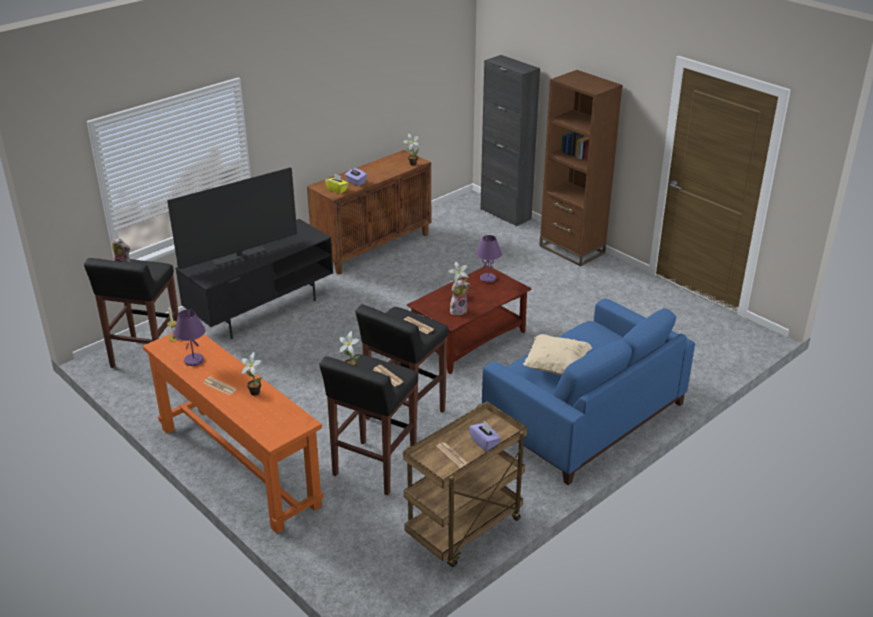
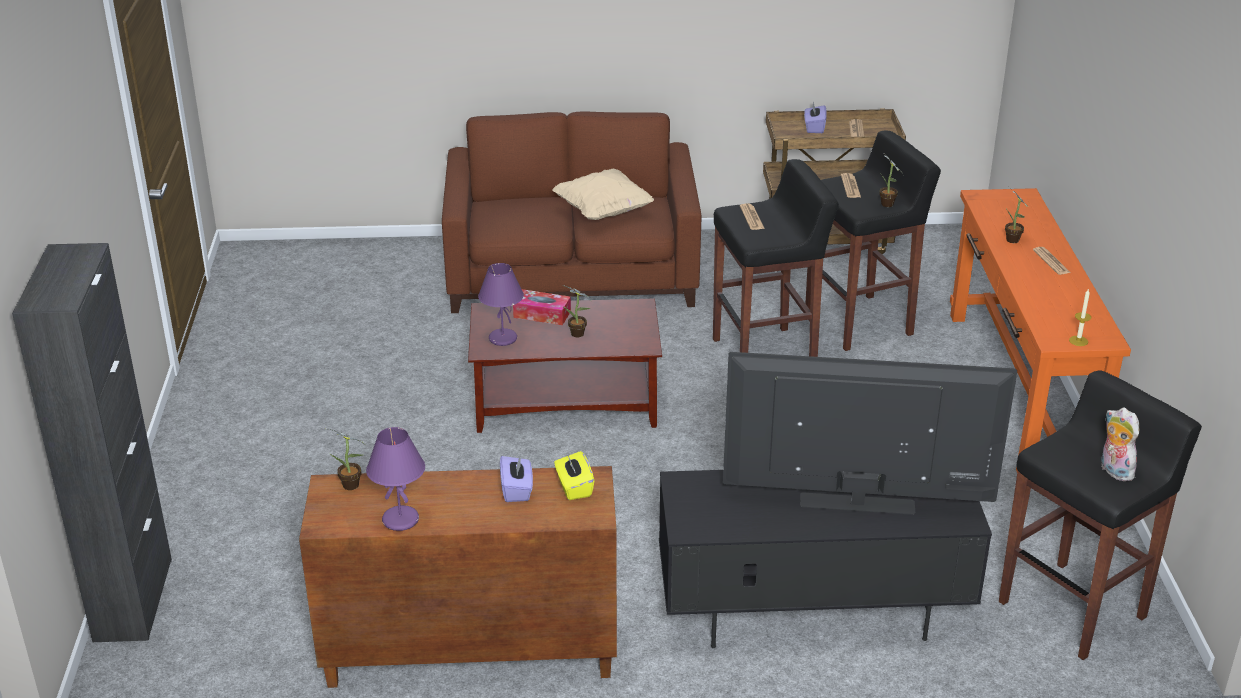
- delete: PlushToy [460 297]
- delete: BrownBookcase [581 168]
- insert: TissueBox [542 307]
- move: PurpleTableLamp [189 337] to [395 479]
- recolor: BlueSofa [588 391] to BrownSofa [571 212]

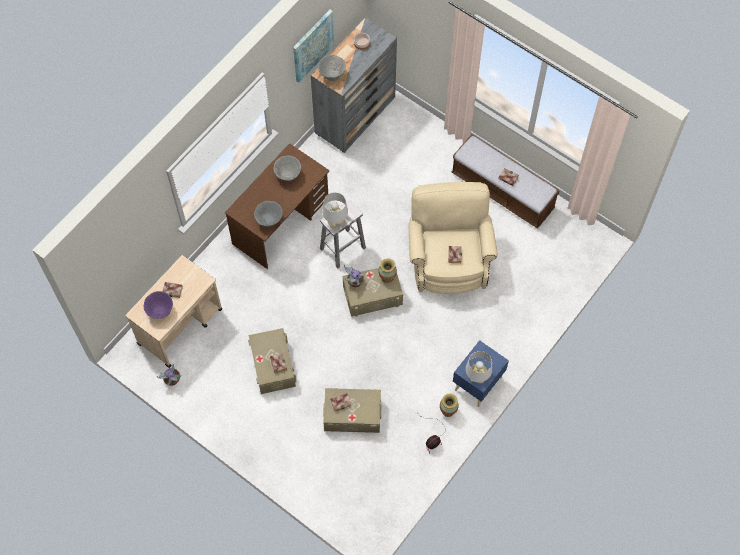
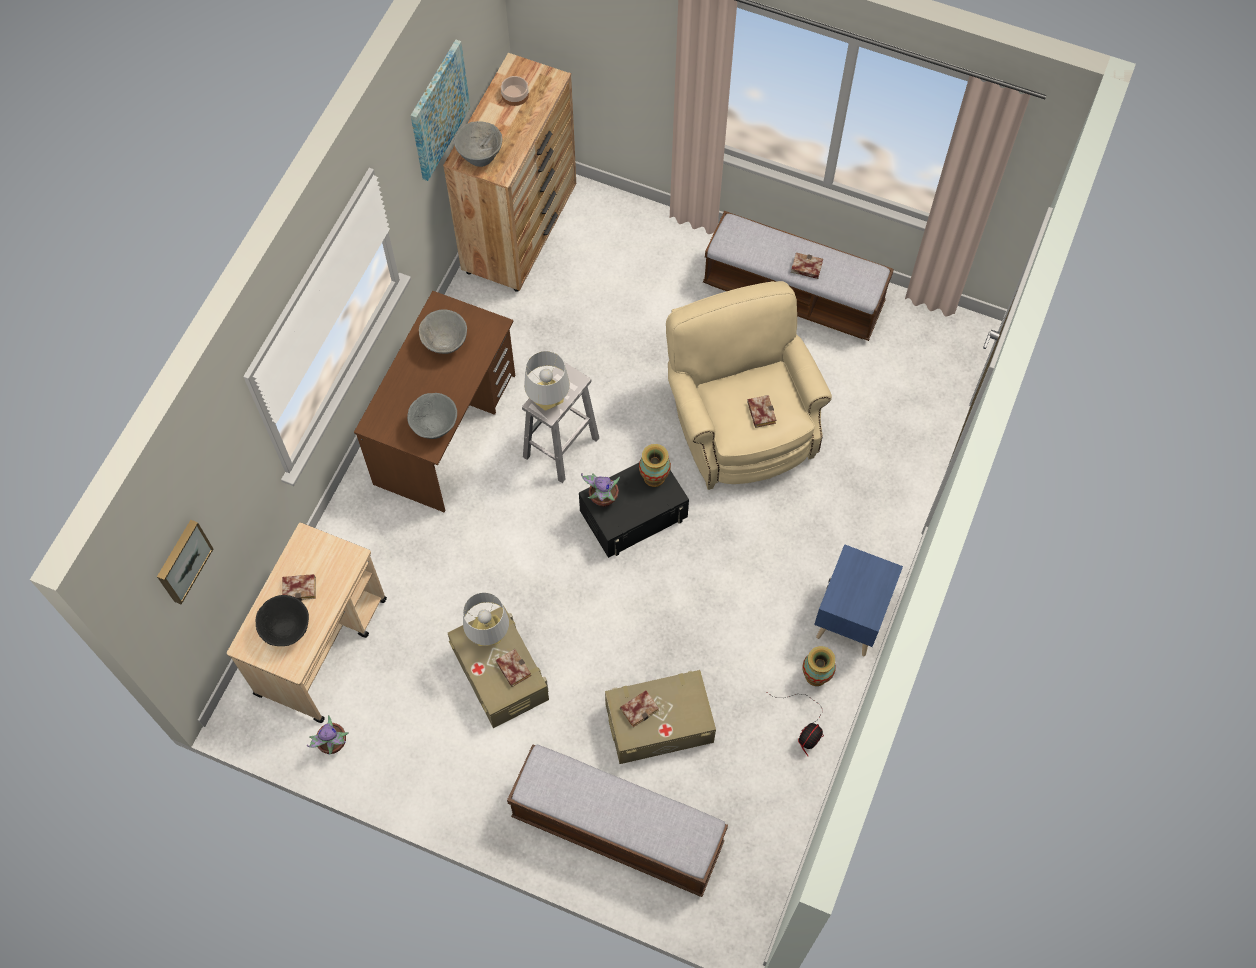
- insert: Picture [185 562]
- insert: Bench [617 821]
- move: GreyTableLamp [478 367] to [486 619]
- recolor: PurpleBowl [158 305] to BlackBowl [282 620]
- recolor: GreyDresser [354 85] to BrownDresser [509 172]
- recolor: BeigeStorageBox [373 292] to BlackStorageBox [634 510]

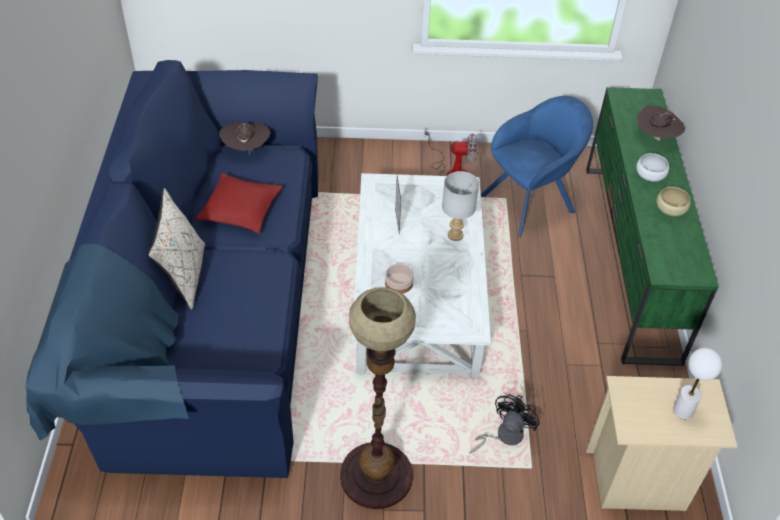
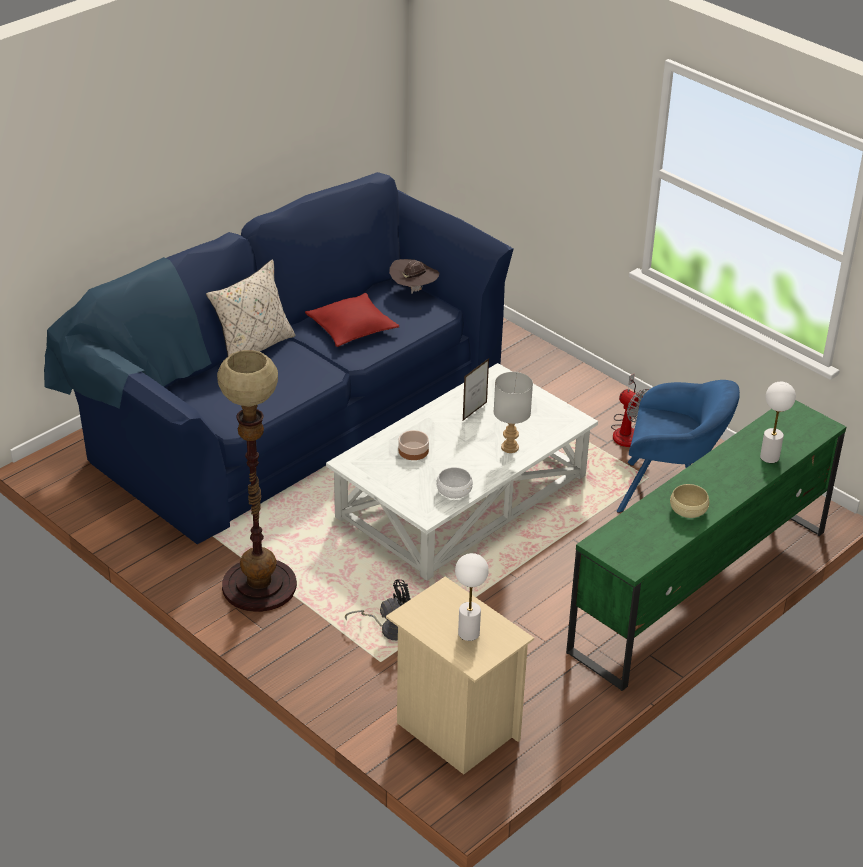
- move: WhiteBowl [652 167] to [454 483]
- replace: BrownHat [661 123] to WhiteTableLamp [778 422]

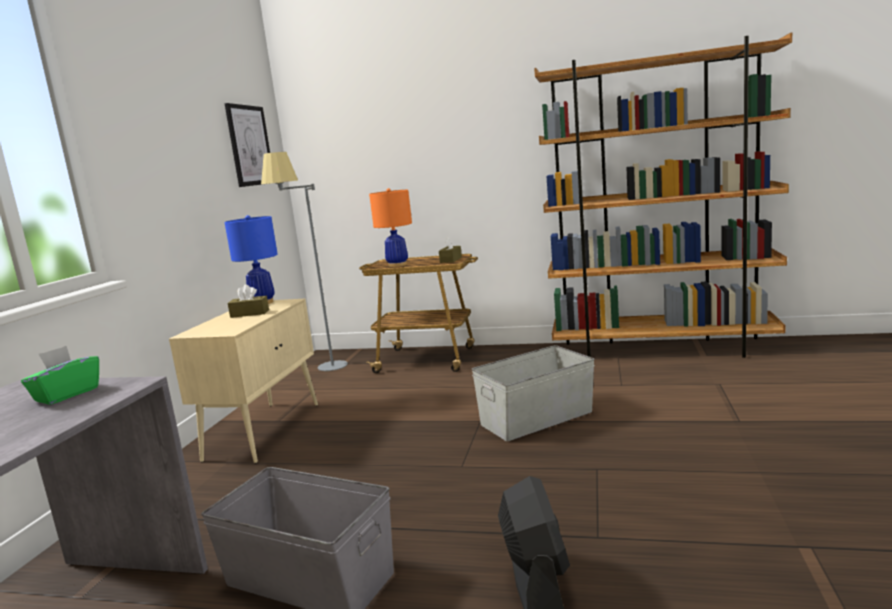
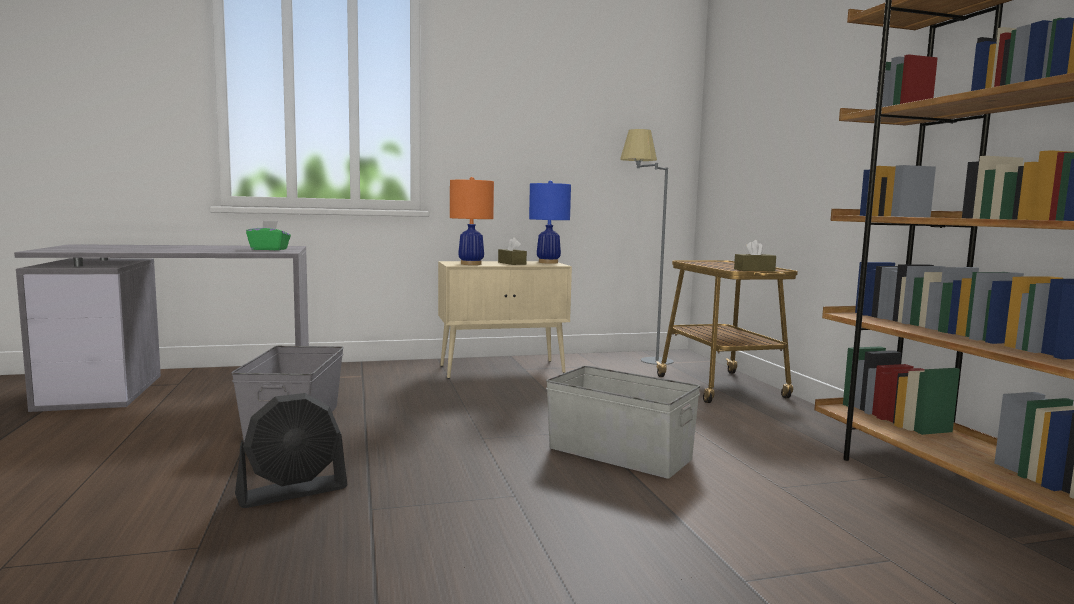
- delete: Picture [248 145]
- move: OrangeTableLamp [390 227] to [472 221]

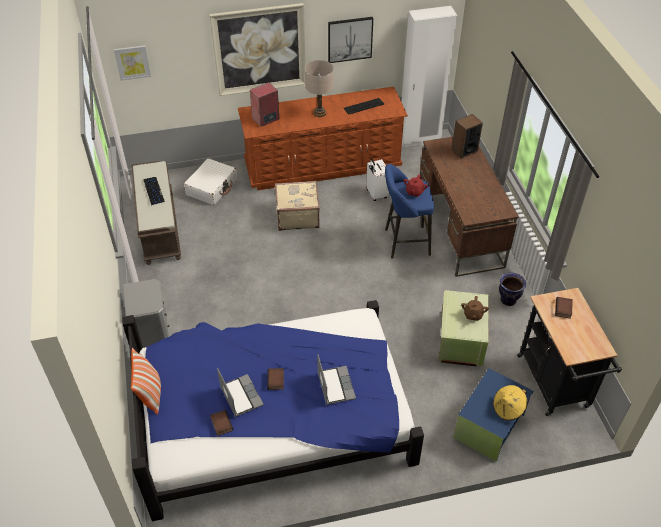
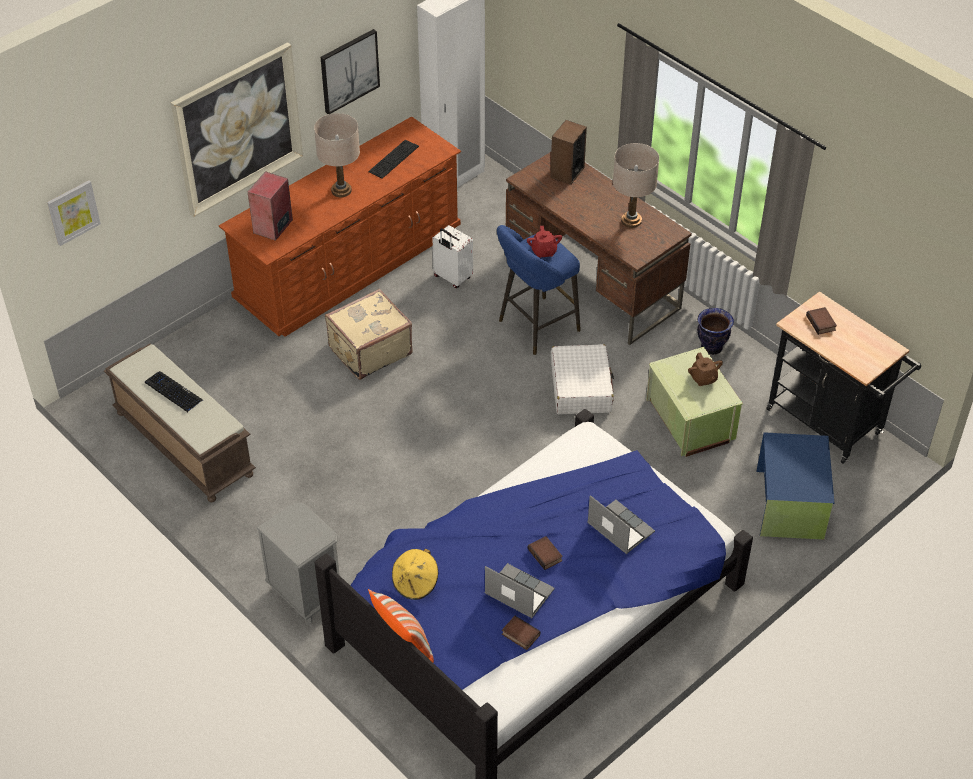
- insert: BeigeTableLamp [636 185]
- move: WhiteSuitcase [210 181] to [582 379]
- move: YellowHat [510 403] to [415 574]

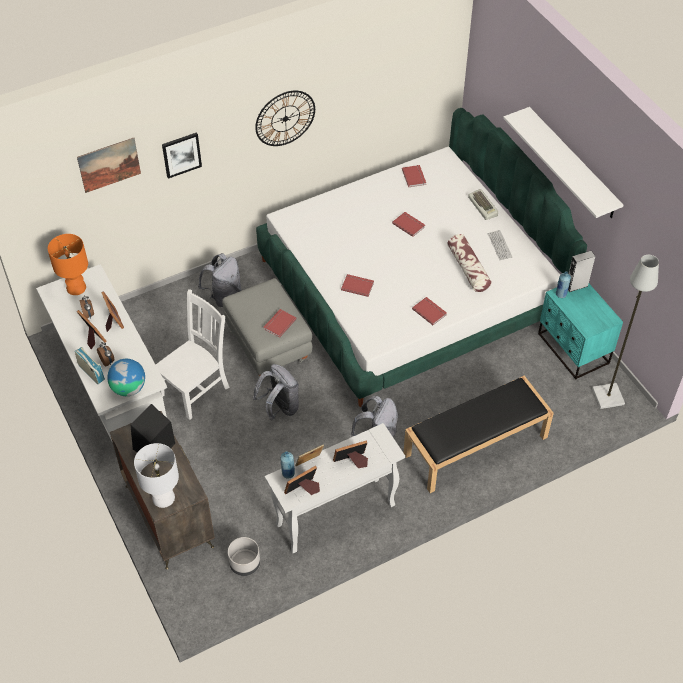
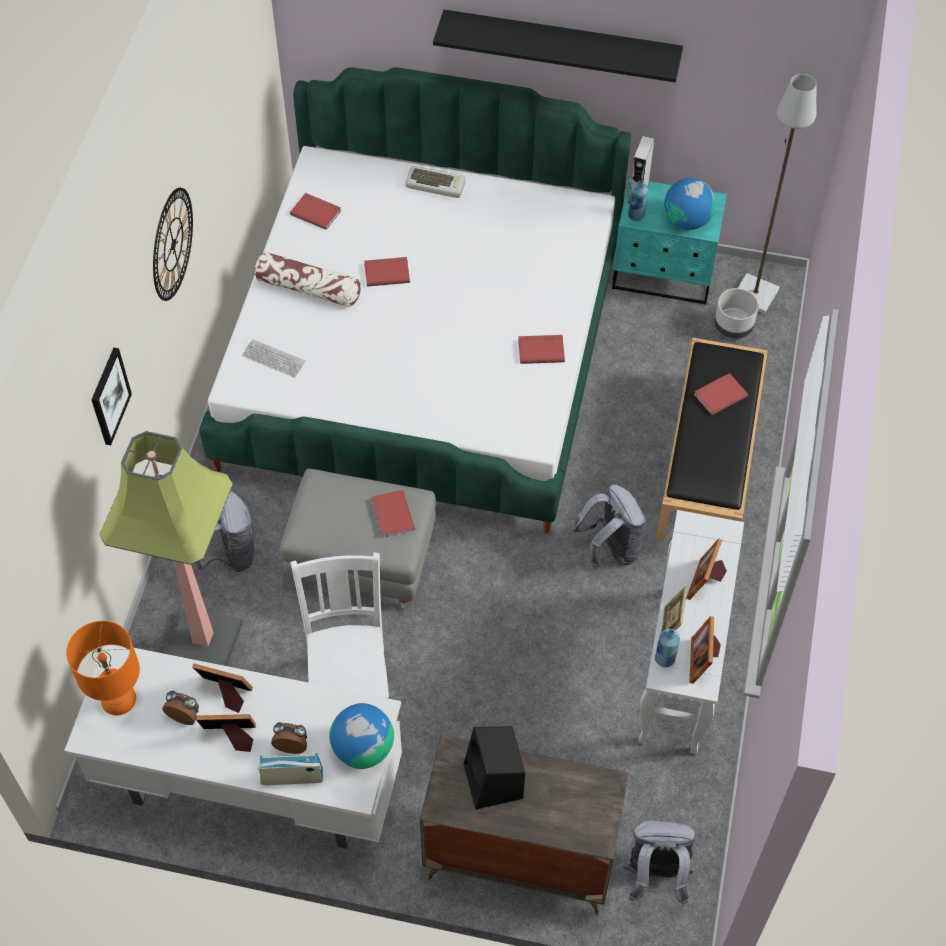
- delete: Picture [109 165]
- delete: WhiteTableLamp [156 475]
- insert: FloorLamp [171 548]
- insert: Globe [690 204]
- move: GreyPlanter [244 556] to [736 313]
- move: GreyBackpack [276 392] to [659 862]
- move: RedBook [357 285] to [721 394]
- move: Pillow [469 263] to [307 279]
- move: Keyboard [499 245] to [273 358]
- recolor: WhiteShelf [563 162] to BlackShelf [558 46]

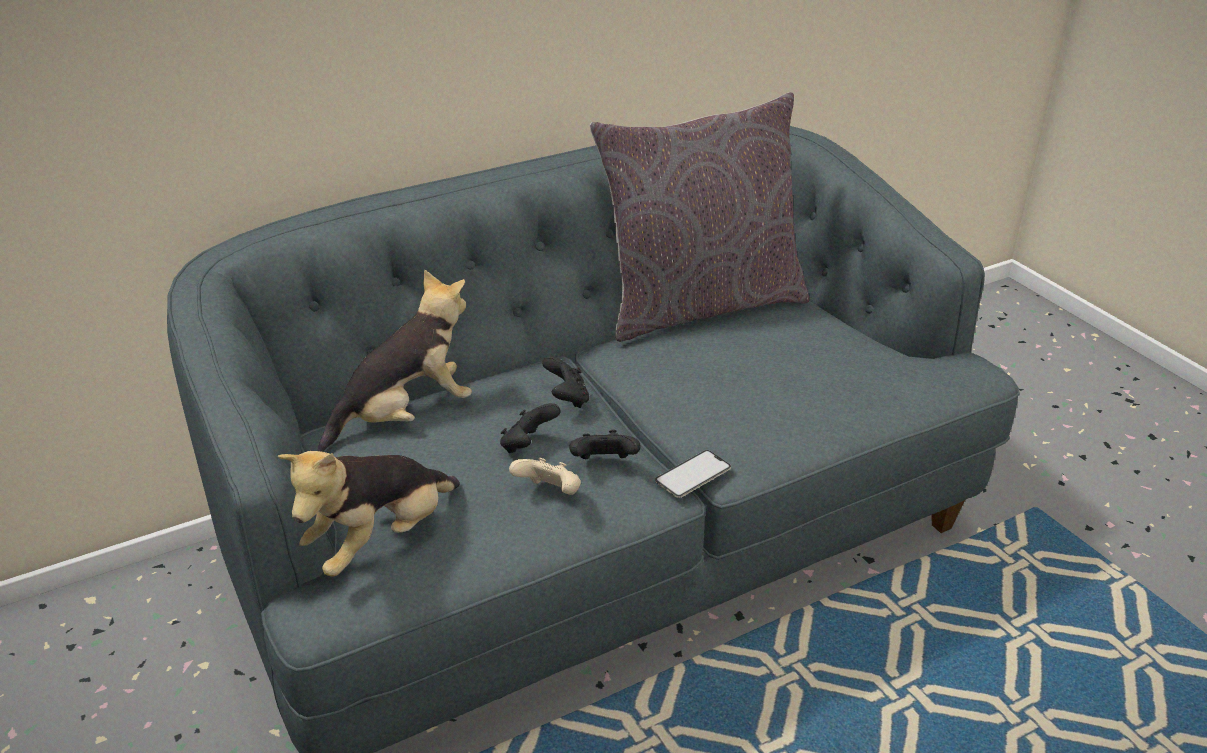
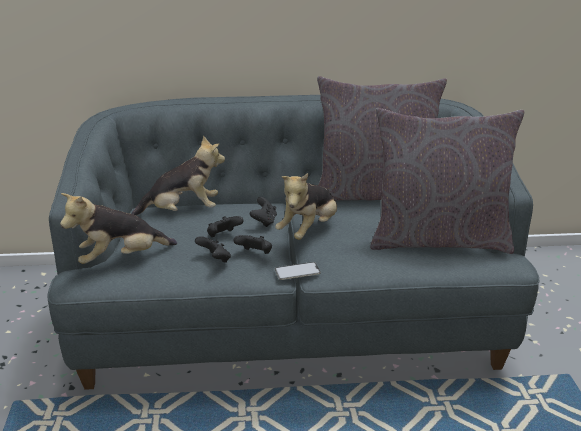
- insert: PlushToy [306 206]
- insert: GreyPillow [447 181]
- recolor: BeigeGameController [545 476] to BlackGameController [213 249]

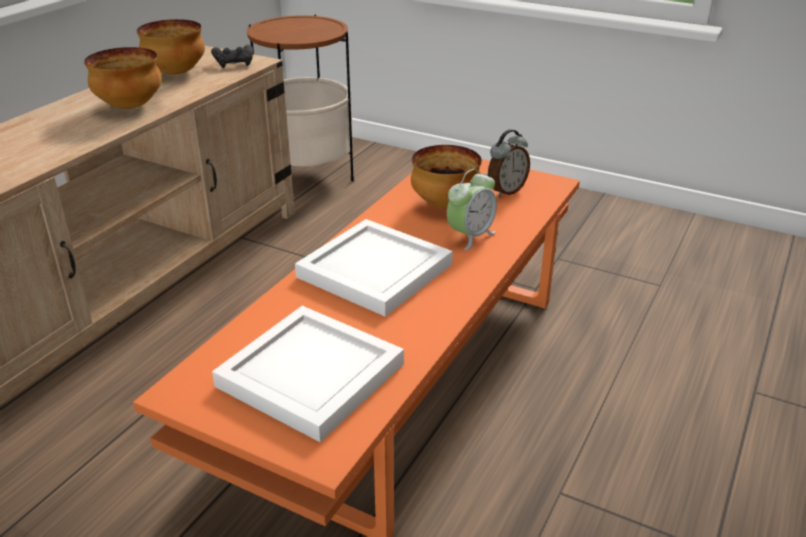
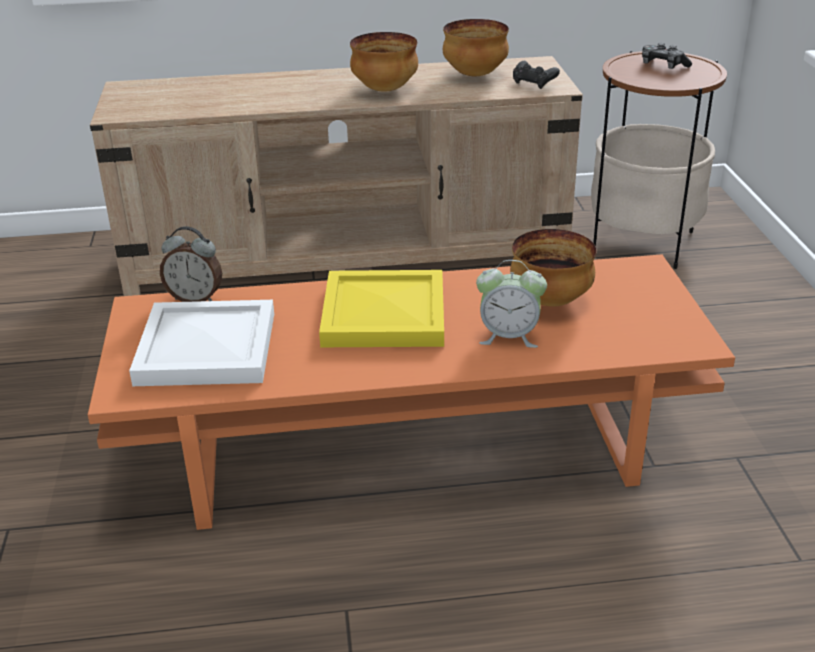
- insert: GameController [667 56]
- move: AlarmClock [509 163] to [191 264]
- recolor: WhiteTray [374 268] to YellowTray [381 308]

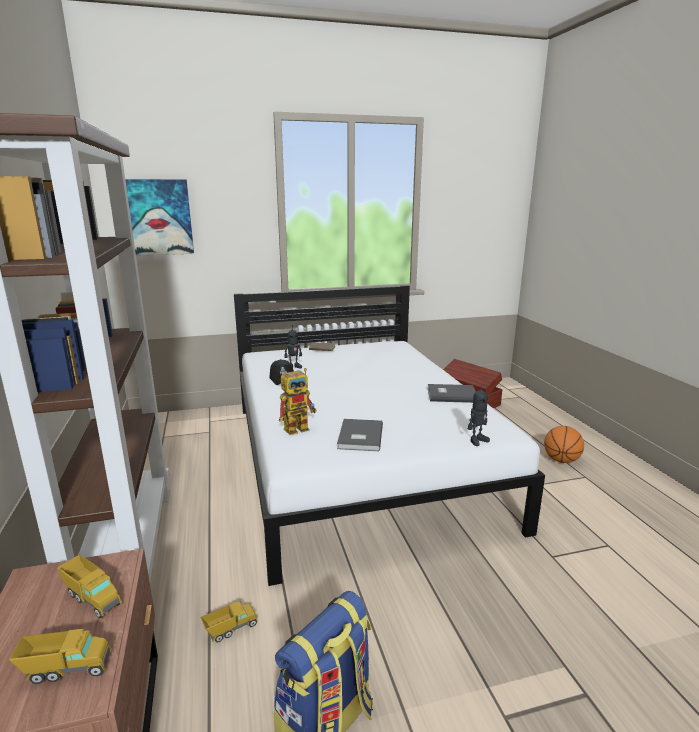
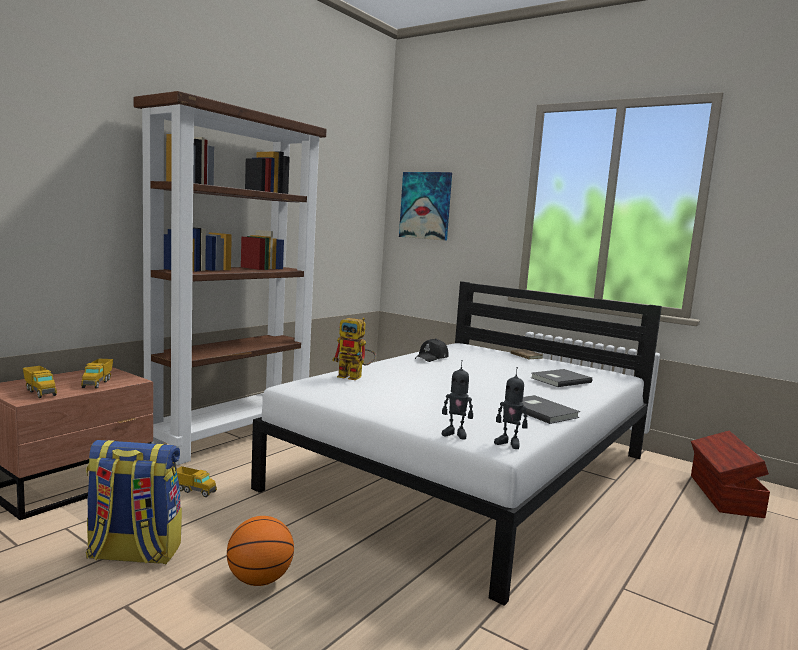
- move: ToyRobot [293 348] to [511 408]
- move: GreyBook [360 435] to [561 378]
- move: Basketball [564 444] to [260 551]

